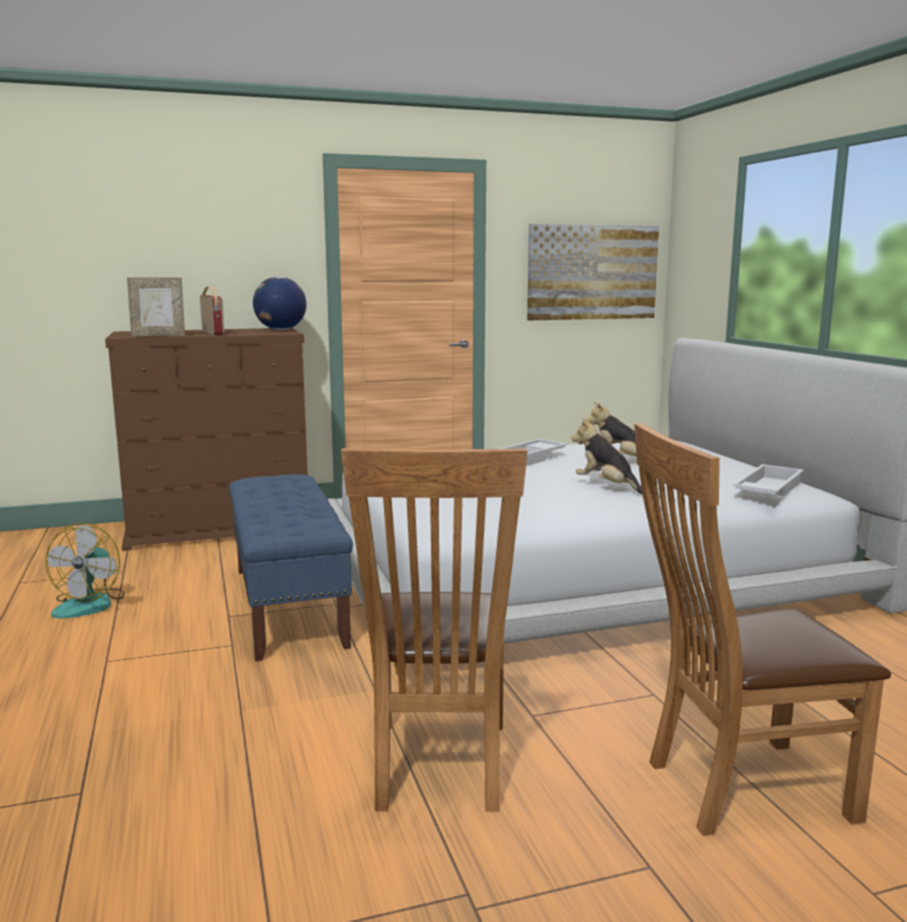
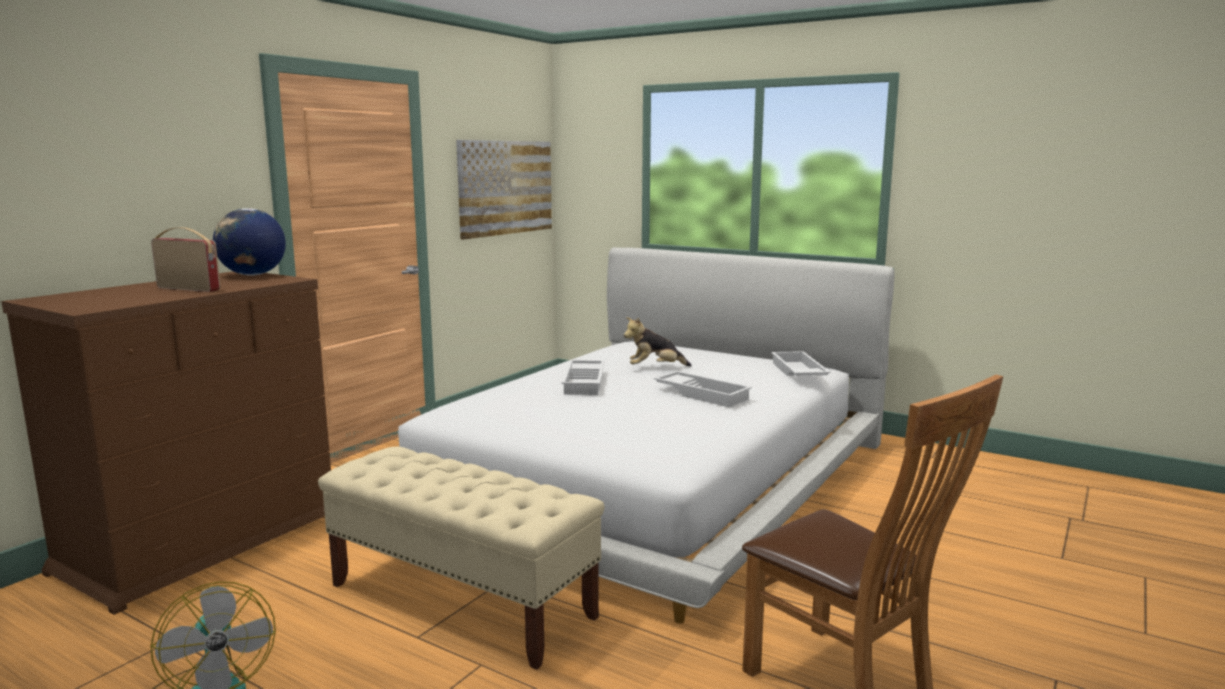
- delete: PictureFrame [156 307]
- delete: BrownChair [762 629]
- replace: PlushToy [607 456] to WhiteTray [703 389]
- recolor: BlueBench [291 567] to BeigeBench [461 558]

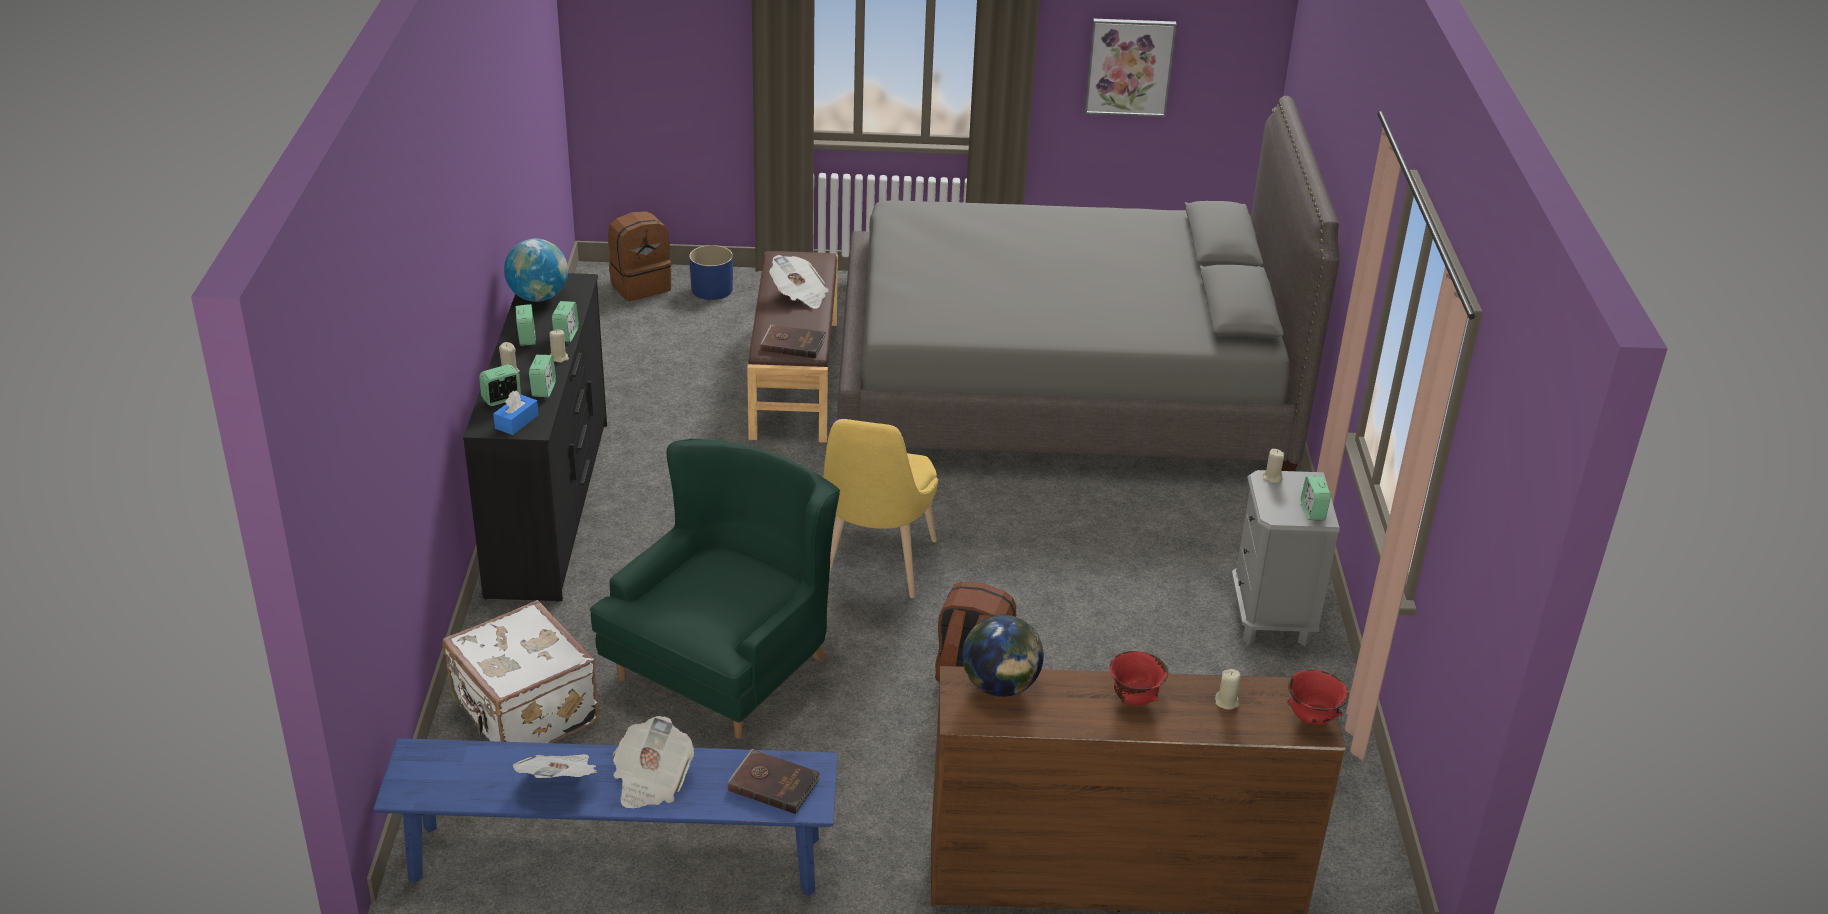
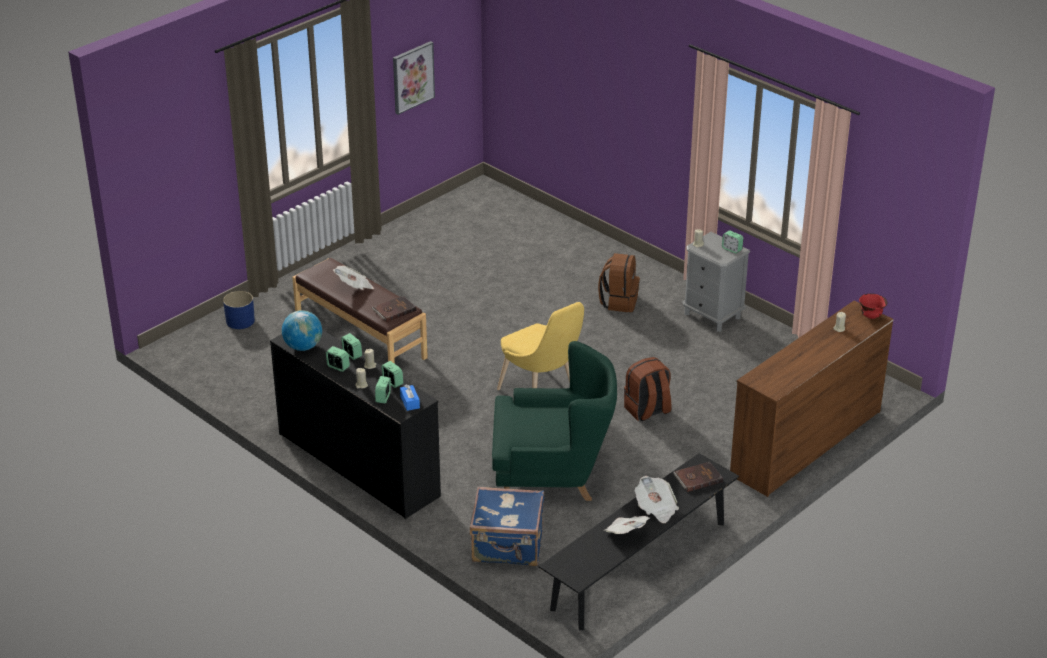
- delete: GreyBed [1088 283]
- delete: Globe [1003 656]
- delete: RedBowl [1138 678]
- move: BrownBackpack [640 256] to [619 282]
- recolor: BlueBench [605 817] to BlackBench [638 541]
- recolor: WhiteSuitcase [520 671] to BlueSuitcase [507 526]
- rotate: GreenArmchair [715 588] = [554 421] 105 degrees clockwise

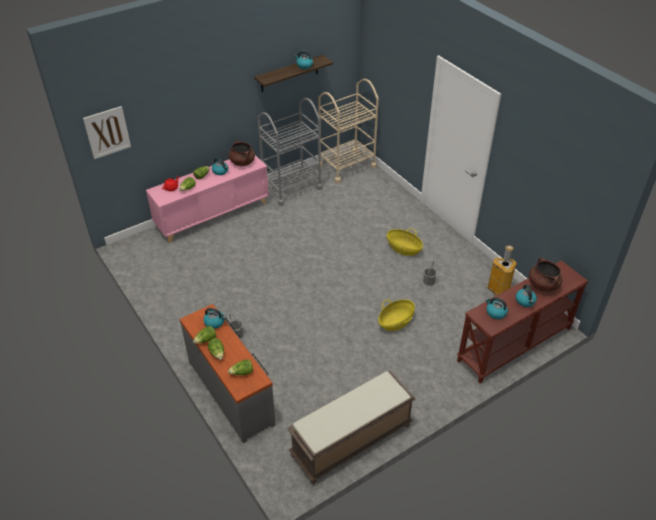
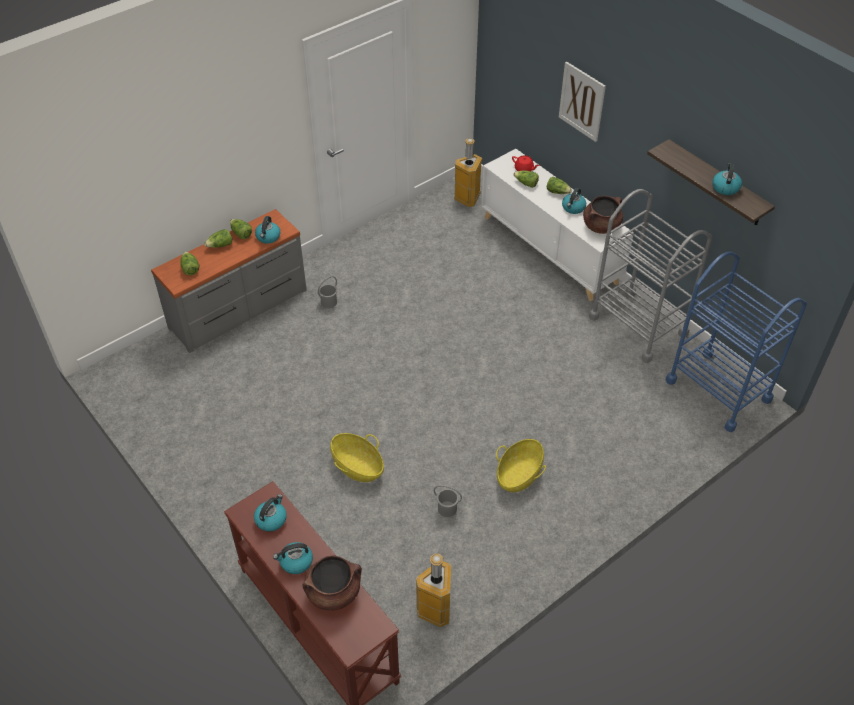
- delete: BrownBench [351 427]
- insert: TrashCan [468 172]
- move: Picture [107 132] to [582 102]
- recolor: PinkCabinet [207 199] to WhiteCabinet [557 225]
- recolor: BeigeCart [348 131] to BlueCart [736 341]

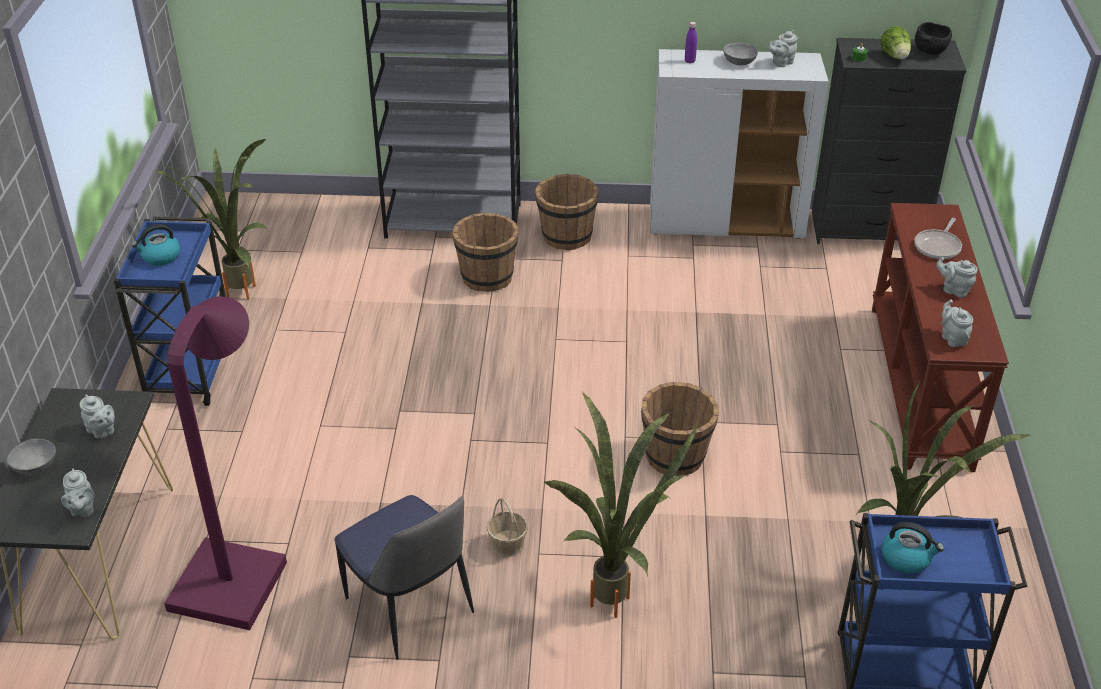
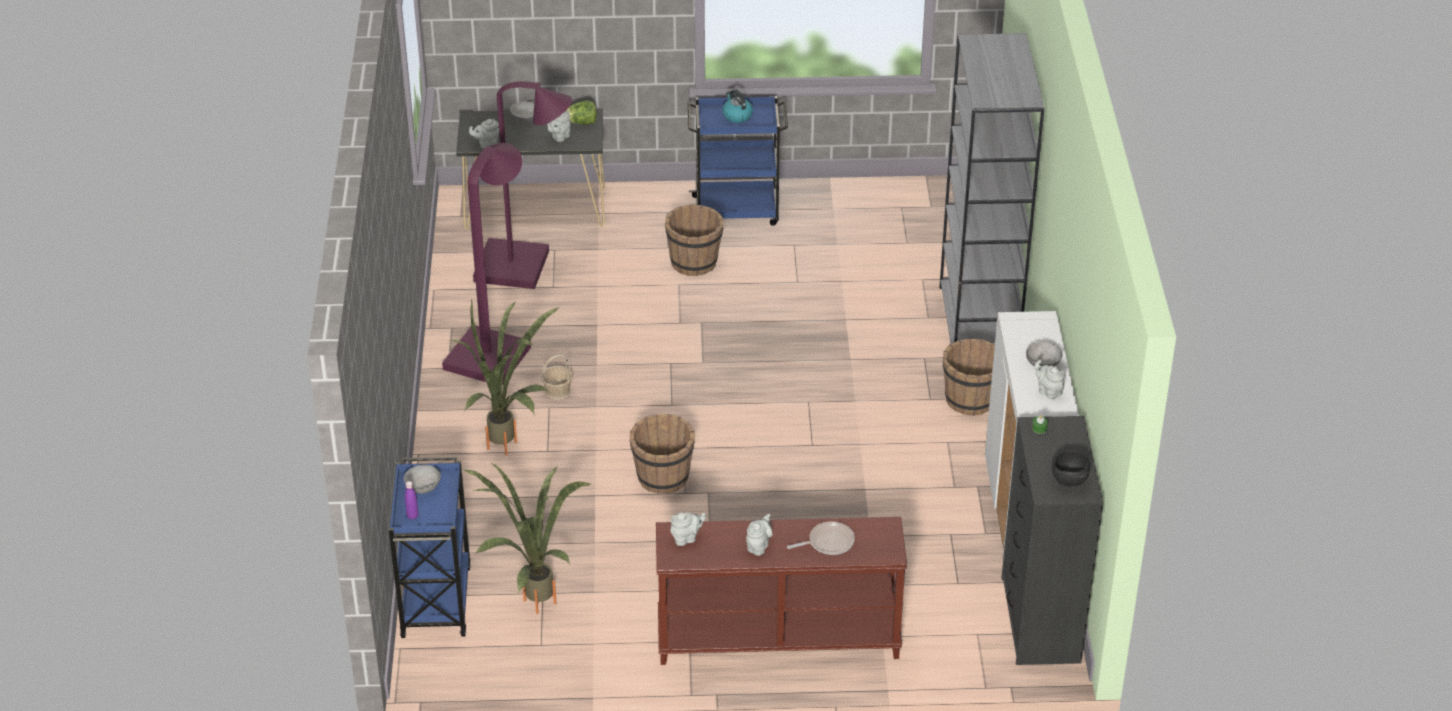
- delete: PottedPlant [211 219]
- move: BrownBucket [485 252] to [694 240]
- move: PurpleBottle [691 42] to [411 500]
- move: Lettuce [896 43] to [581 112]
- replace: Chair [404 577] to PurpleFloorLamp [486 264]
- replace: Kettle [912 548] to GreyBowl [422 479]
- rotate: FryingPan [938 238] = [821 538] 135 degrees clockwise

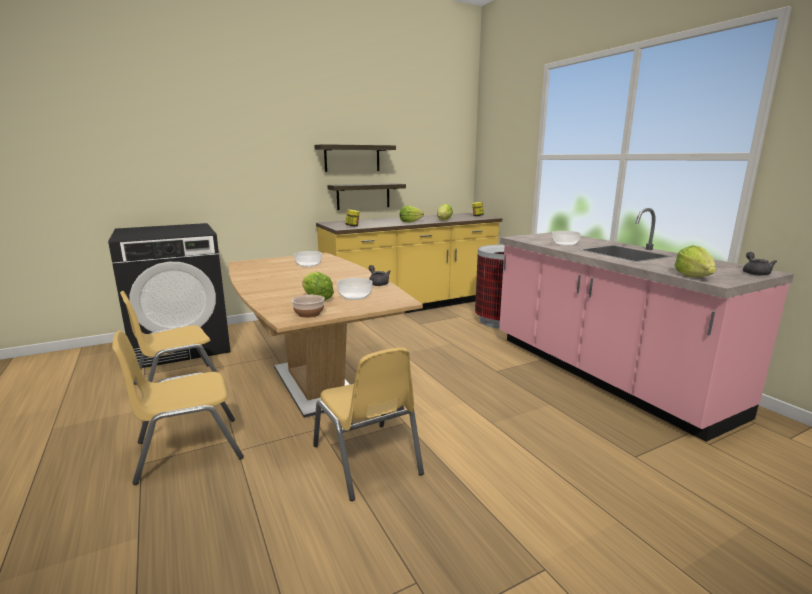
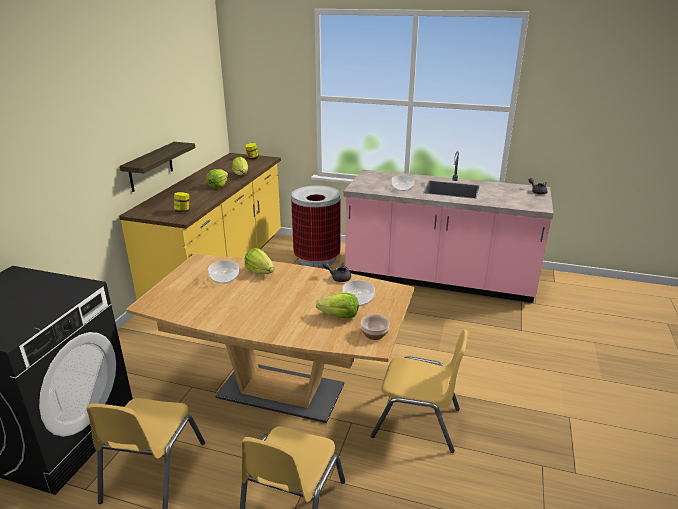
- delete: Shelf [355 158]
- move: Lettuce [695 261] to [259 261]

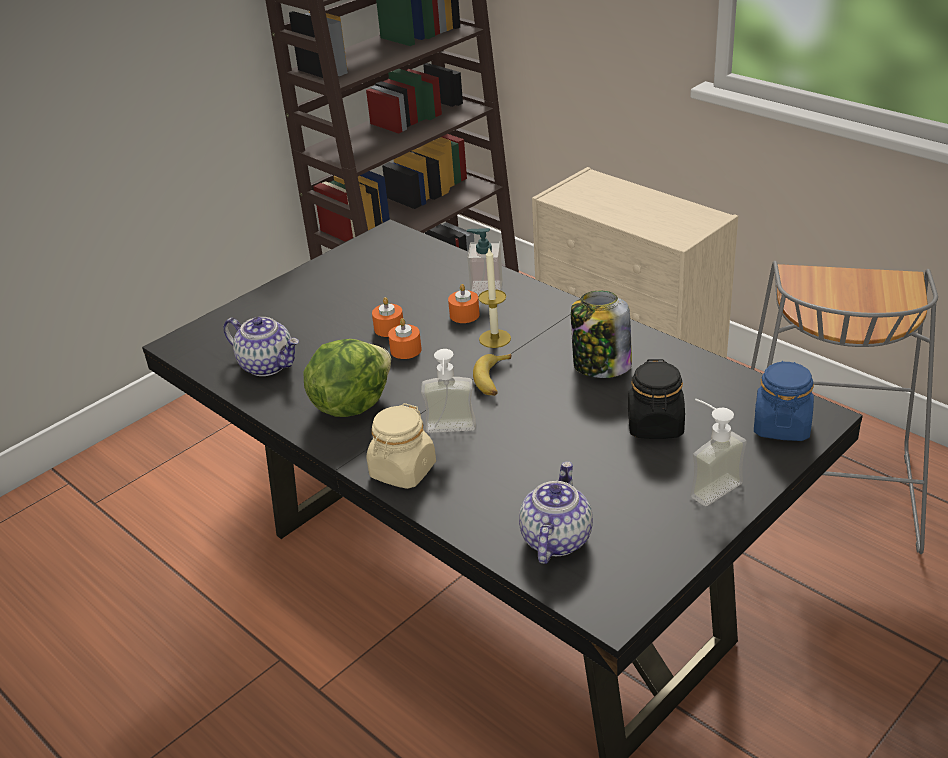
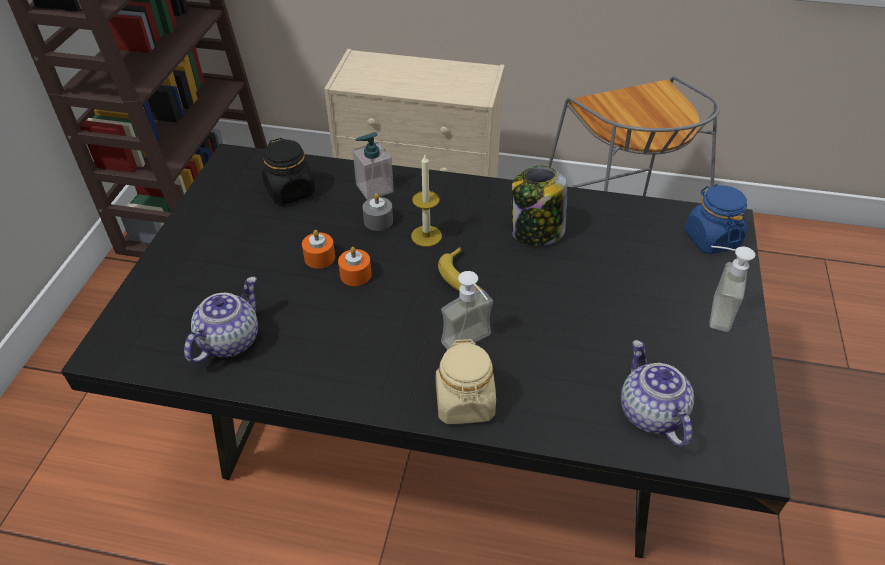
- delete: Lettuce [347 378]
- move: BlackJar [656 399] to [288 171]
- recolor: OrangeCandle [464 303] to GreyCandle [377 212]
- rotate: Teapot [261 346] = [221 320] 60 degrees counterclockwise

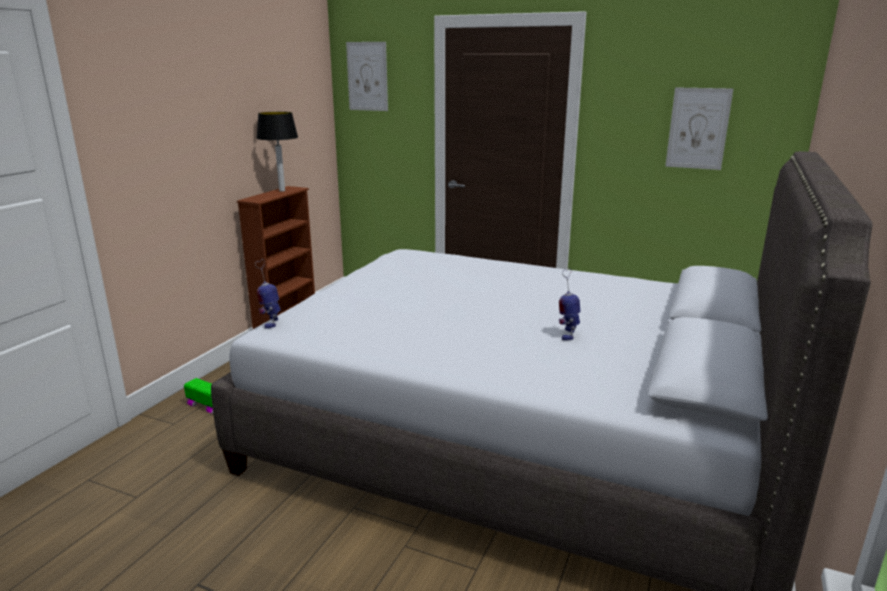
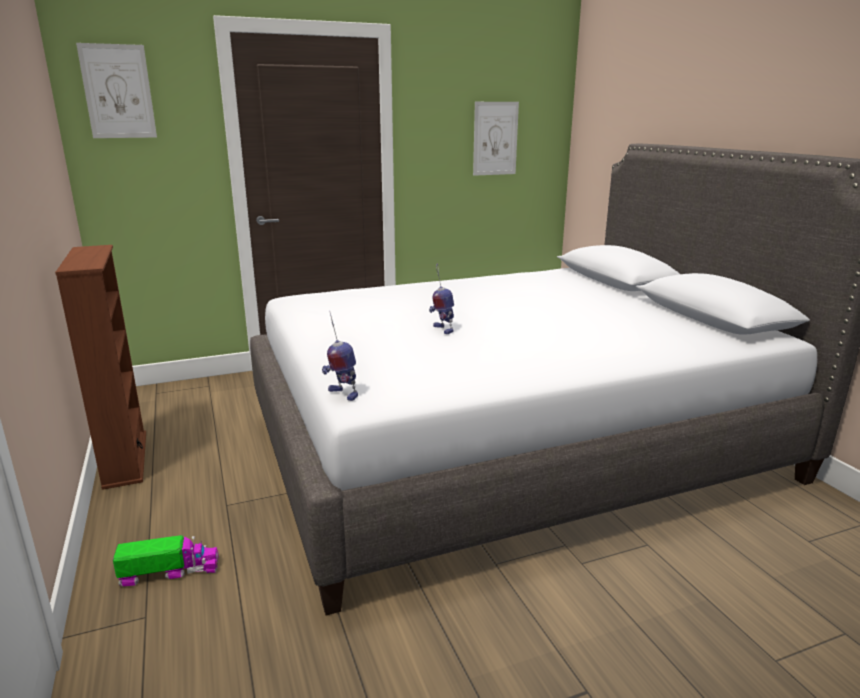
- delete: TableLamp [277 152]
- move: ToyRobot [569 304] to [441 298]

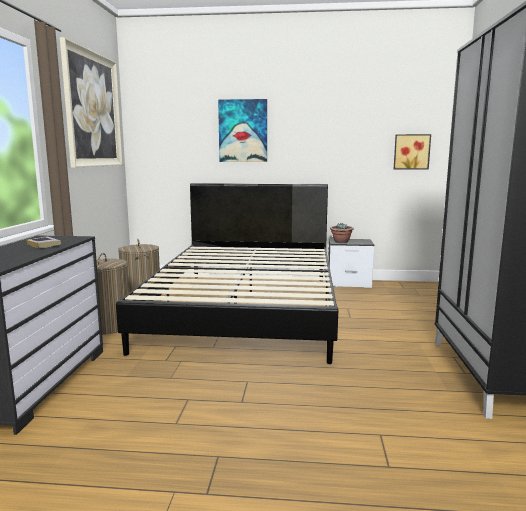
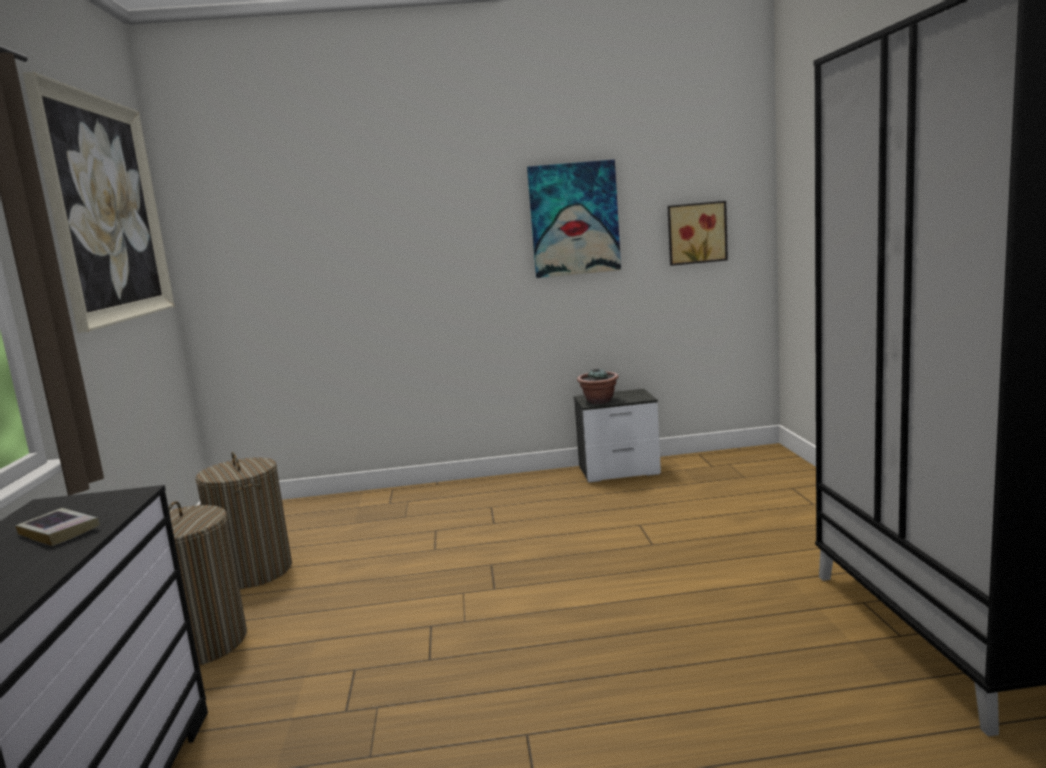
- delete: BlackBed [227 273]
- move: Picture [242 130] to [574 218]

